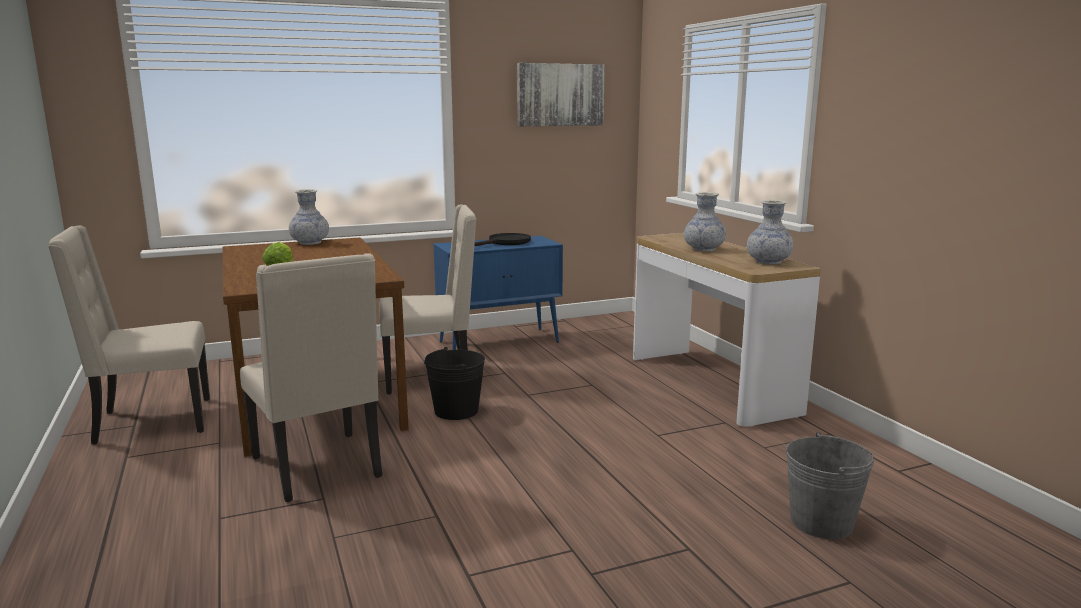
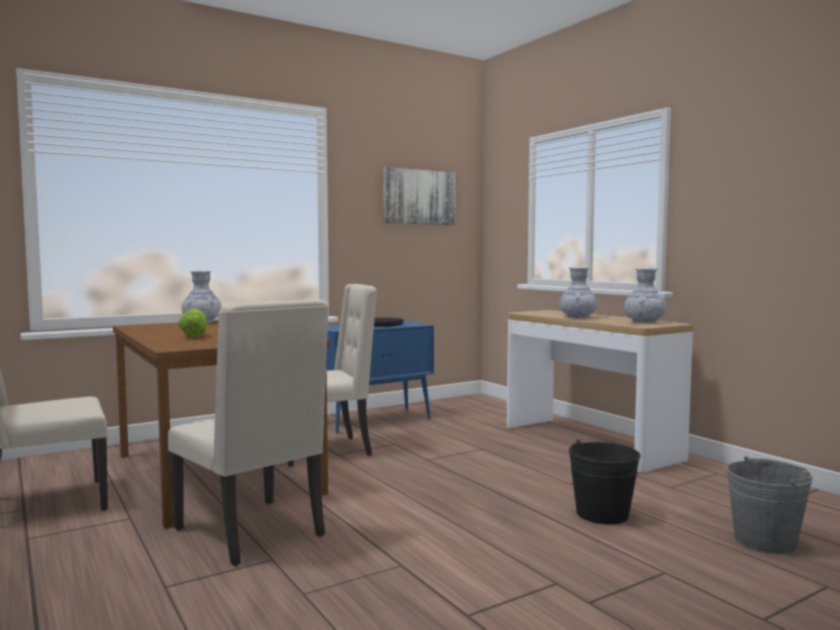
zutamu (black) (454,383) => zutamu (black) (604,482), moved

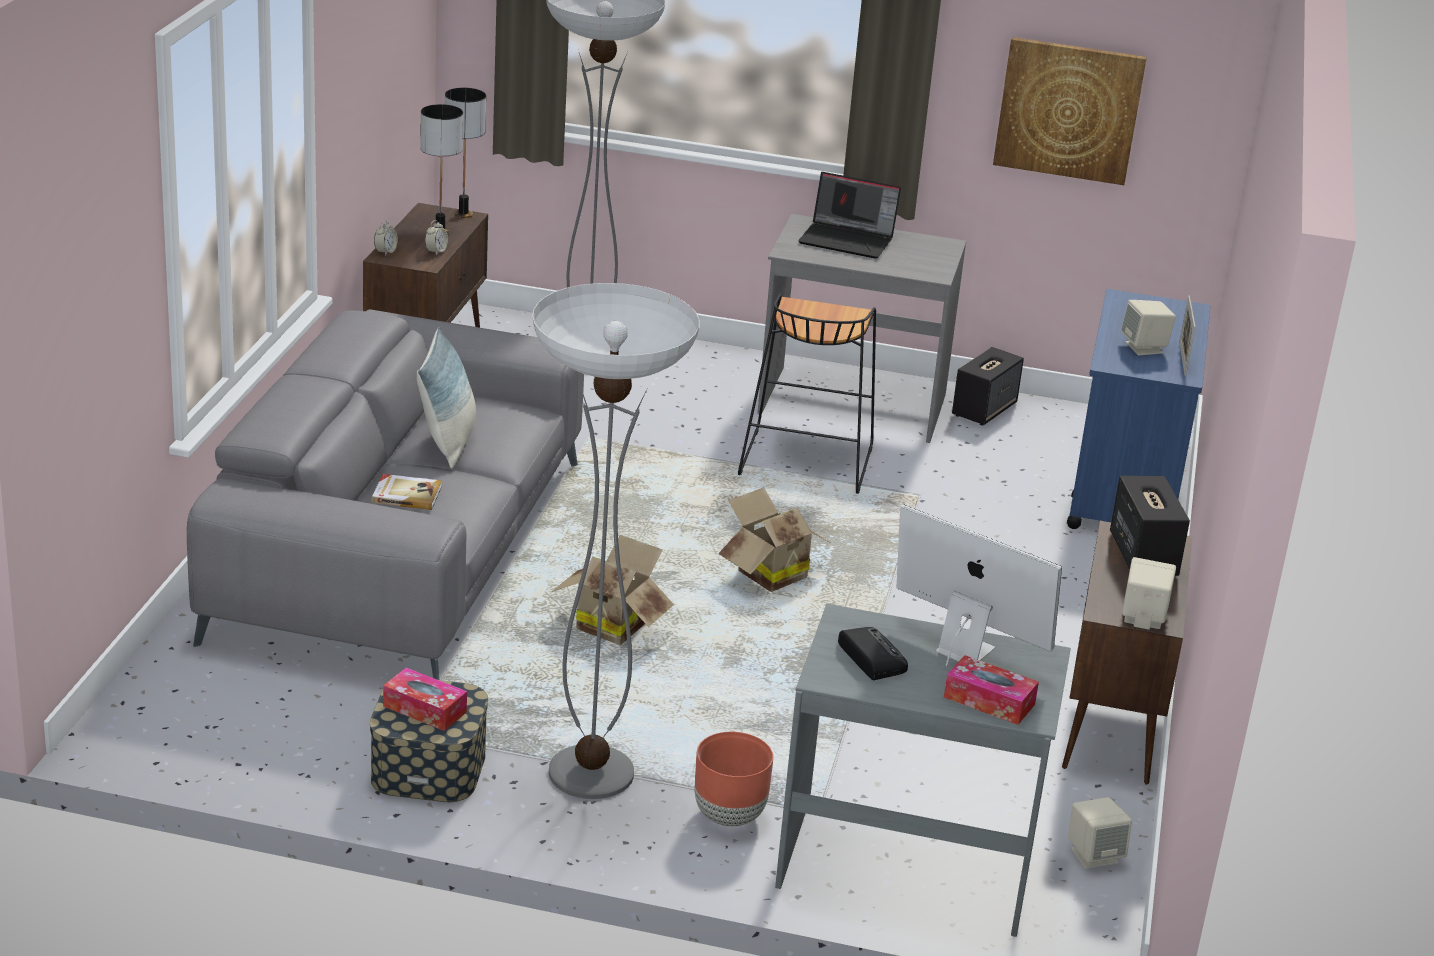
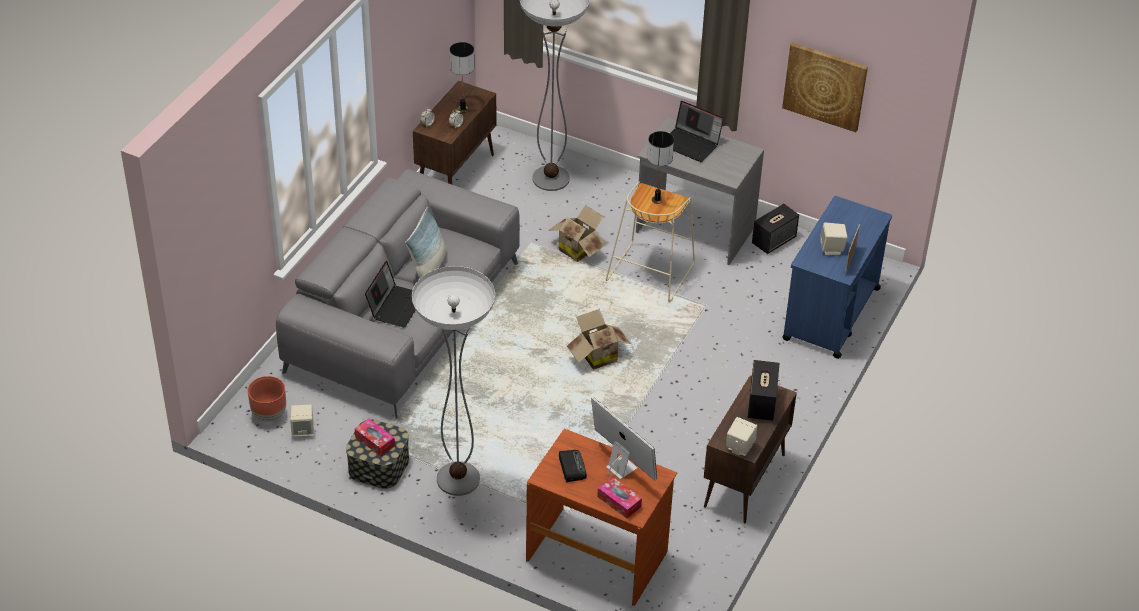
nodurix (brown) (734,779) => nodurix (brown) (267,399), moved
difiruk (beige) (1100,833) => difiruk (beige) (302,420), moved
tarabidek (407,492) => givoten (390,294)
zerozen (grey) (923,770) => zerozen (brown) (601,517)
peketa (613,590) => peketa (577,233), moved
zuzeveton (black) (807,394) => zuzeveton (beige) (650,242)
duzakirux (465,153) => duzakirux (660,167), moved

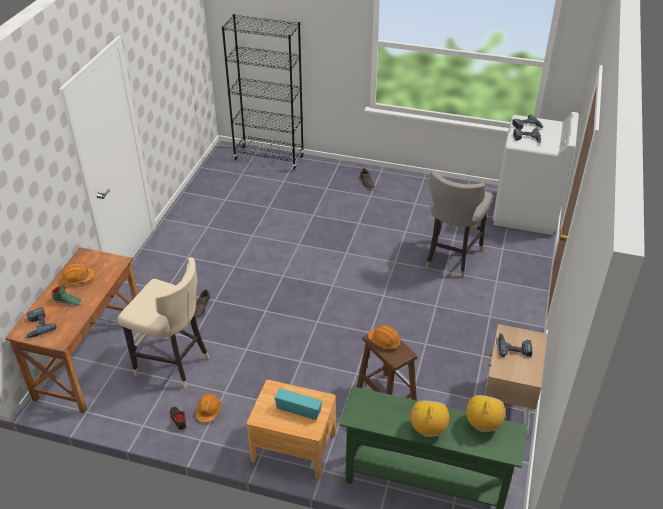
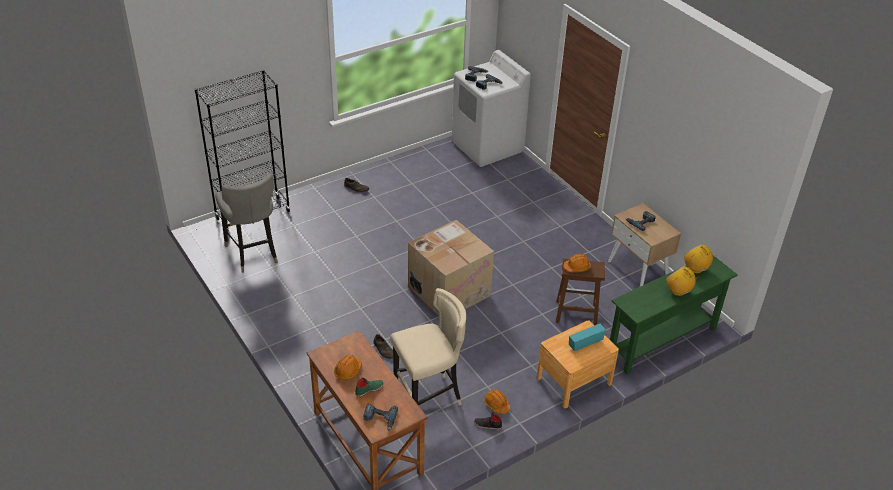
zuzeveton (grey) (459,225) => zuzeveton (grey) (246,223), moved
nothing => peketa (451,268)

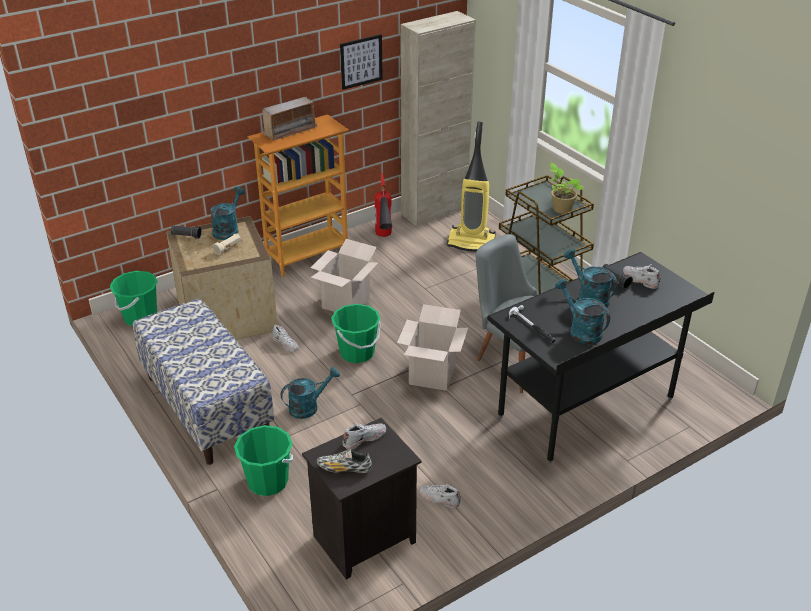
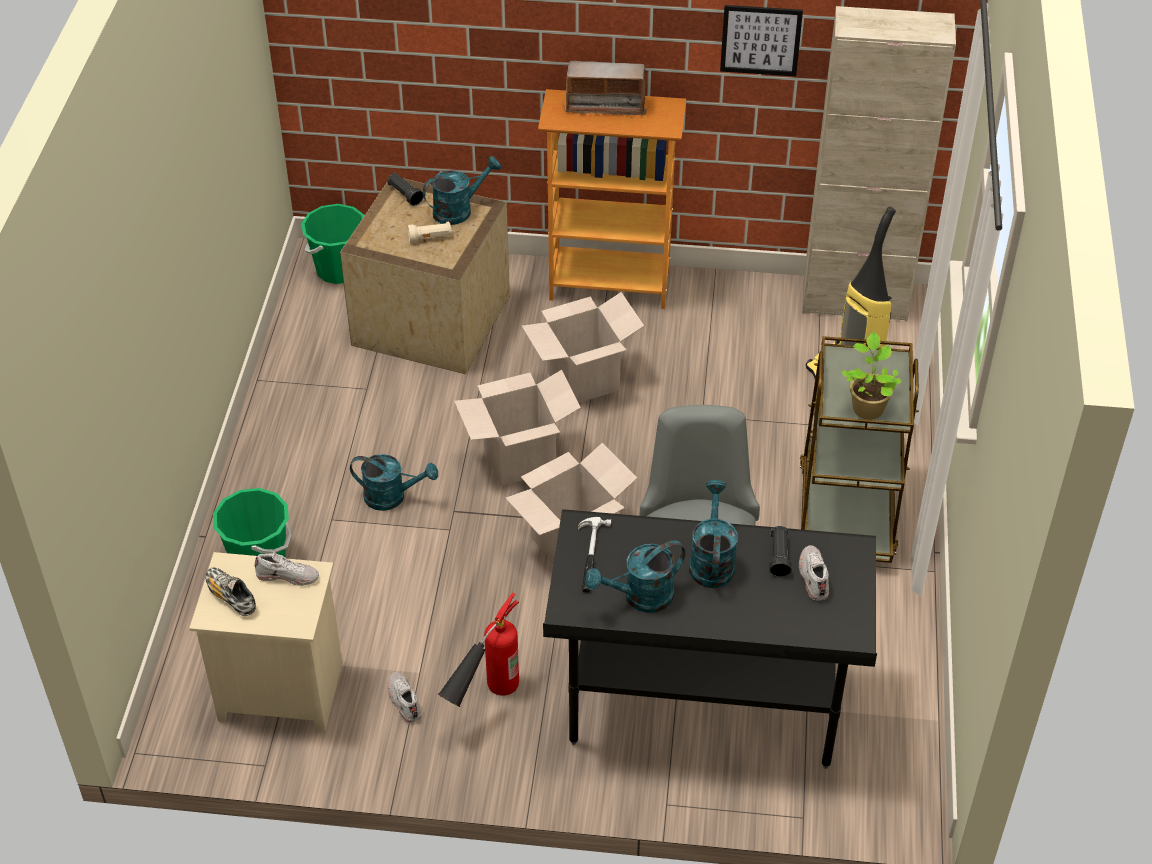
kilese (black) (362,498) => kilese (beige) (266,642)
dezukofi (383,205) => dezukofi (478,649), moved
zutamu (green) (356,333) => peketa (517,428)
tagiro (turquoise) (582,311) => tagiro (turquoise) (635,577), 120 degrees counterclockwise
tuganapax (203,381) => nothing
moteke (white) (285,338) => nothing

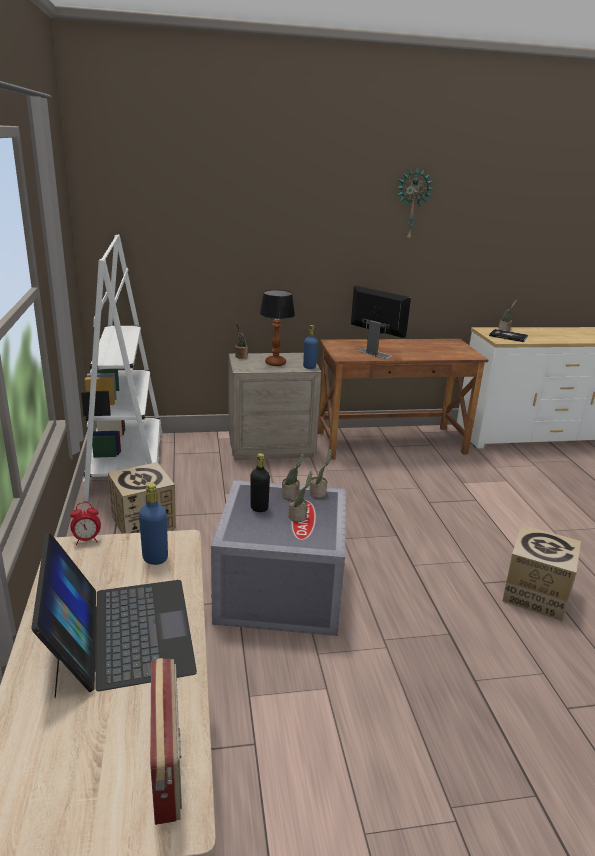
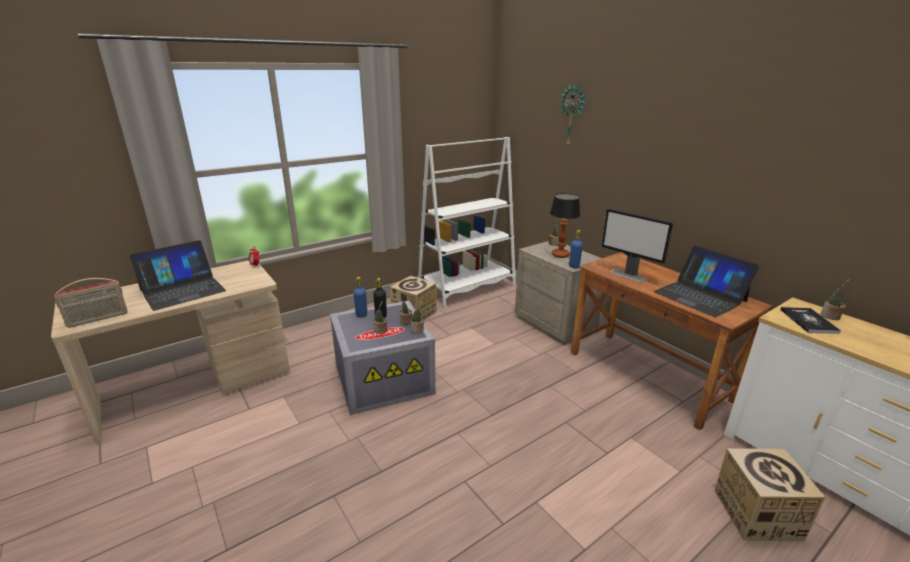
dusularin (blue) (153,524) => dusularin (blue) (360,297), moved
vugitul (414,204) => vugitul (573,114), moved
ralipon (381,322) => ralipon (637,245), 120 degrees clockwise
nothing => givoten (706,281)
peketa (542,573) => peketa (770,494), moved

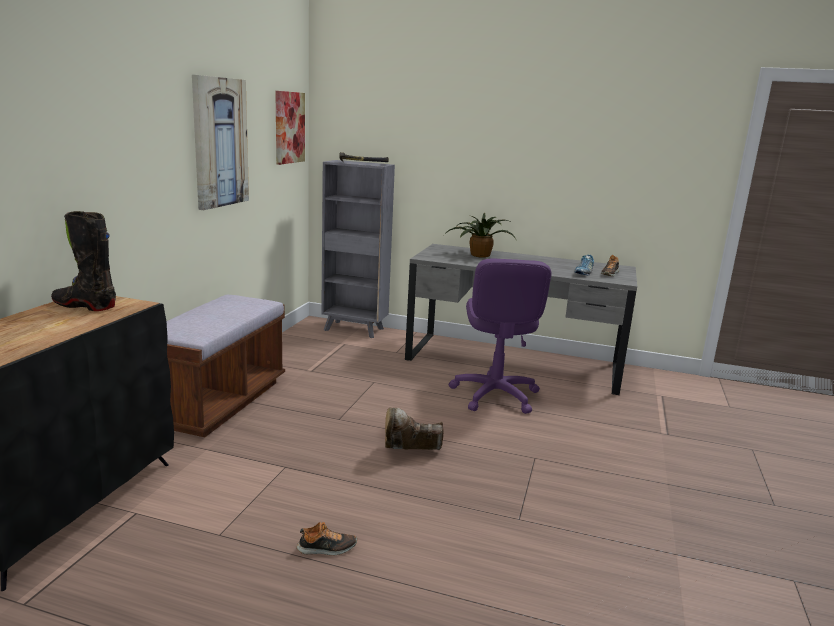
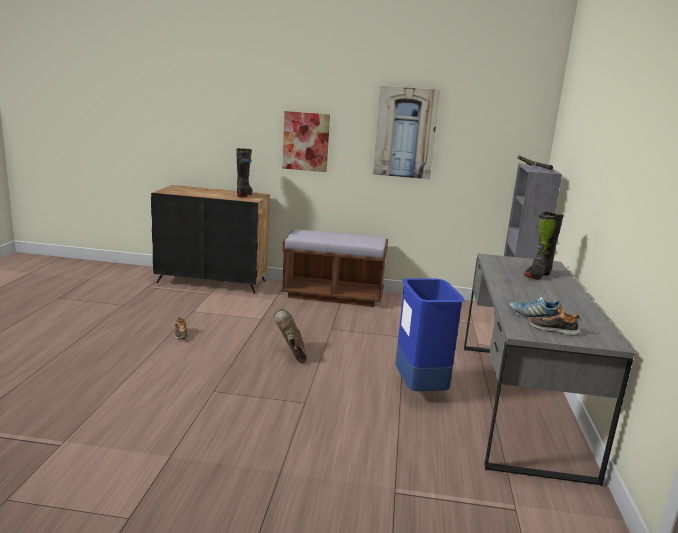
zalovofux (290,128) => zalovofux (306,141), moved
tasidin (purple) (500,336) => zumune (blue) (430,334)
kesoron (480,235) => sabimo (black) (544,245)

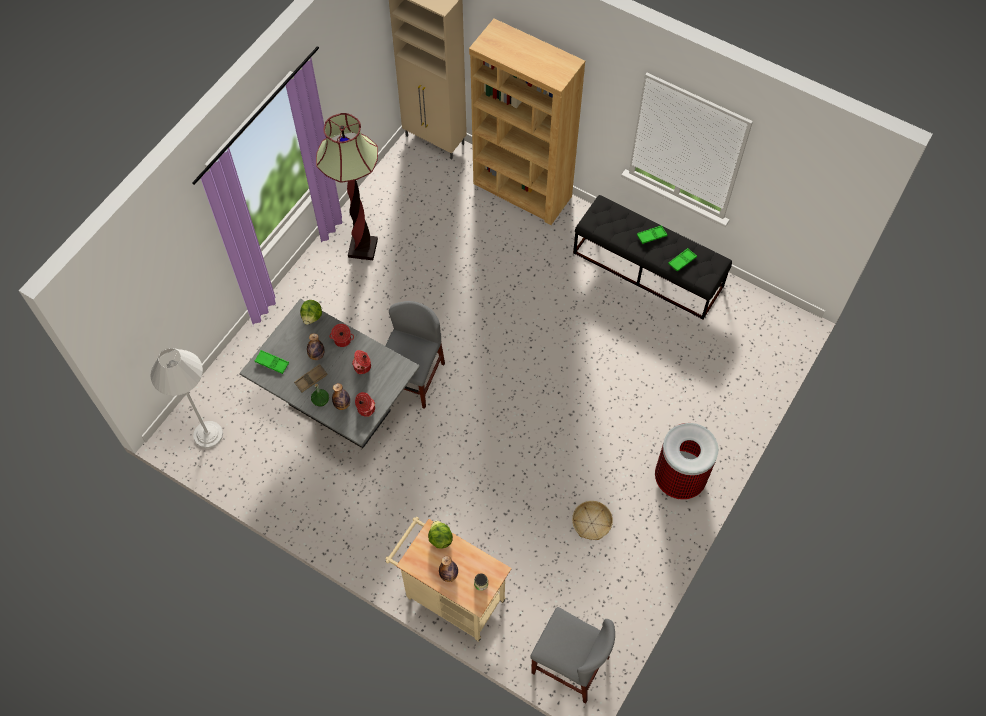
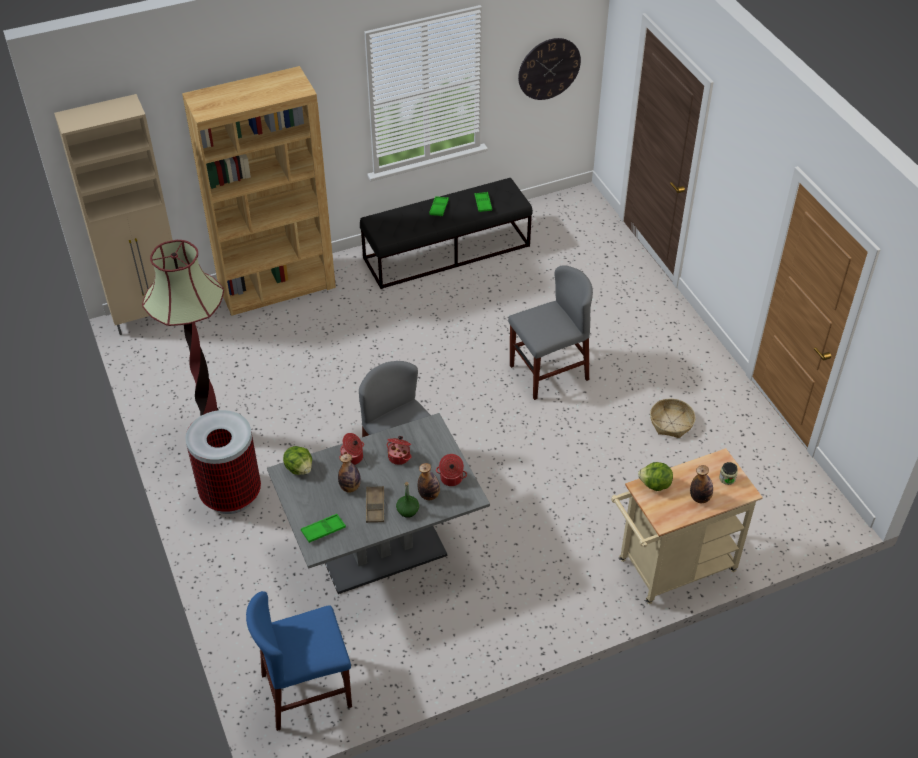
zumune (686,461) => zumune (223,462), moved
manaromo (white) (187,398) => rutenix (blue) (299,661)
rutenix (grey) (572,655) => rutenix (grey) (550,332), moved
nothing => vugitul (549,69)

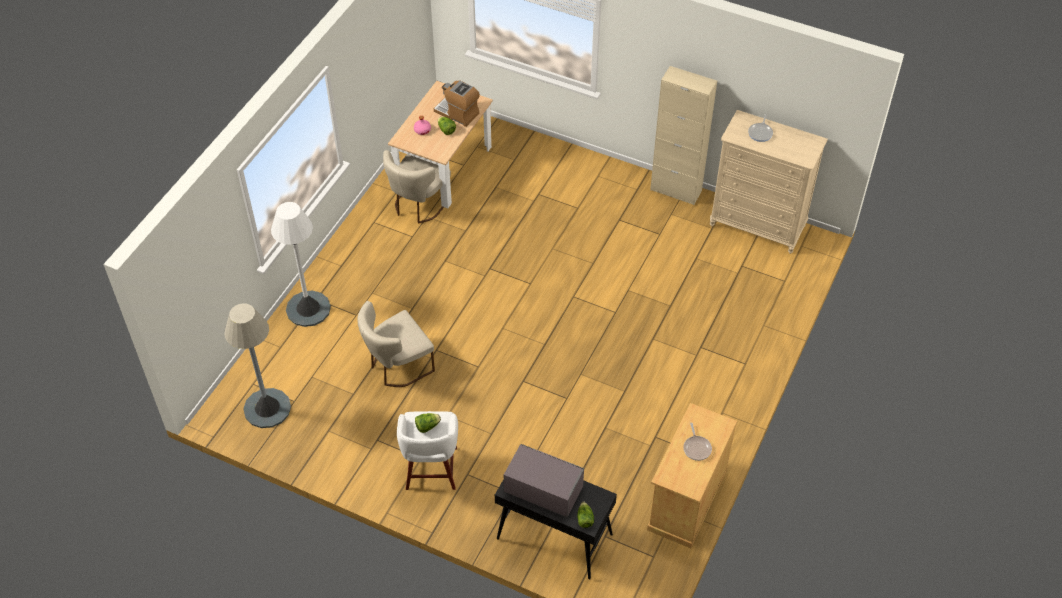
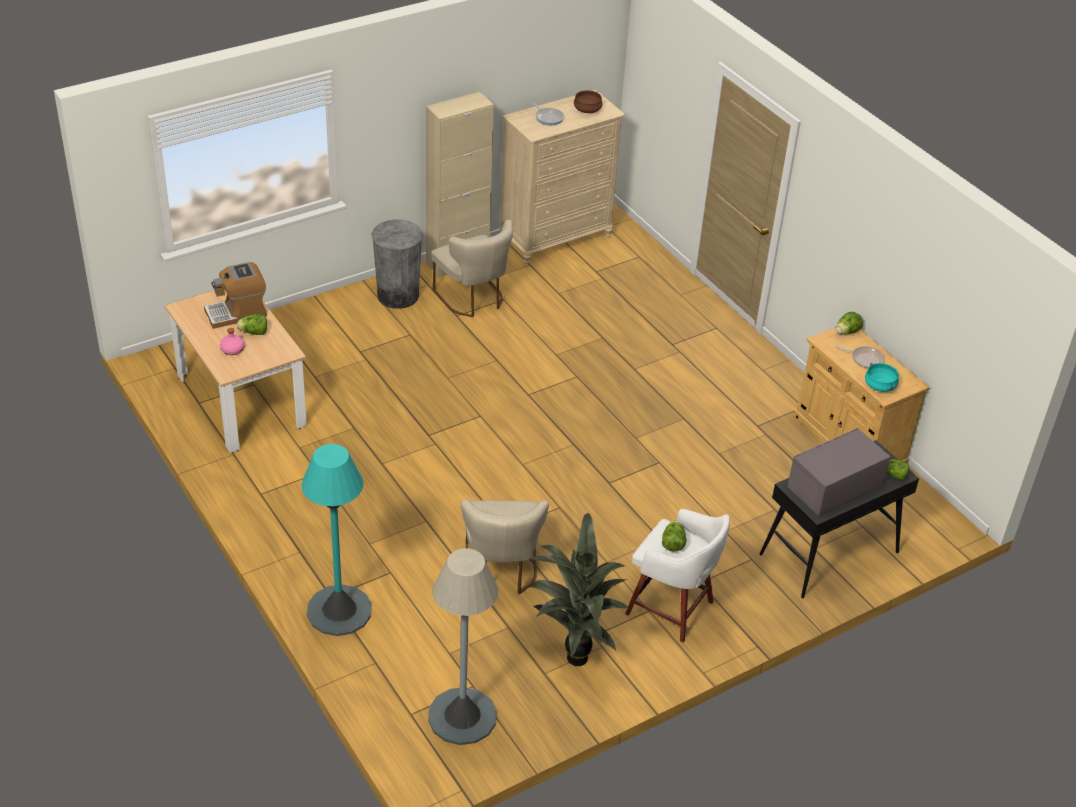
manaromo (white) (301,264) => manaromo (turquoise) (336,540)
nothing => zumune (grey) (397,264)
rutenix (beige) (417,187) => rutenix (beige) (472,268), moved
nothing => kesoron (580,589)
nothing => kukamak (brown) (588,101)
nothing => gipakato (849,323)
nothing => kukamak (turquoise) (882,377)

